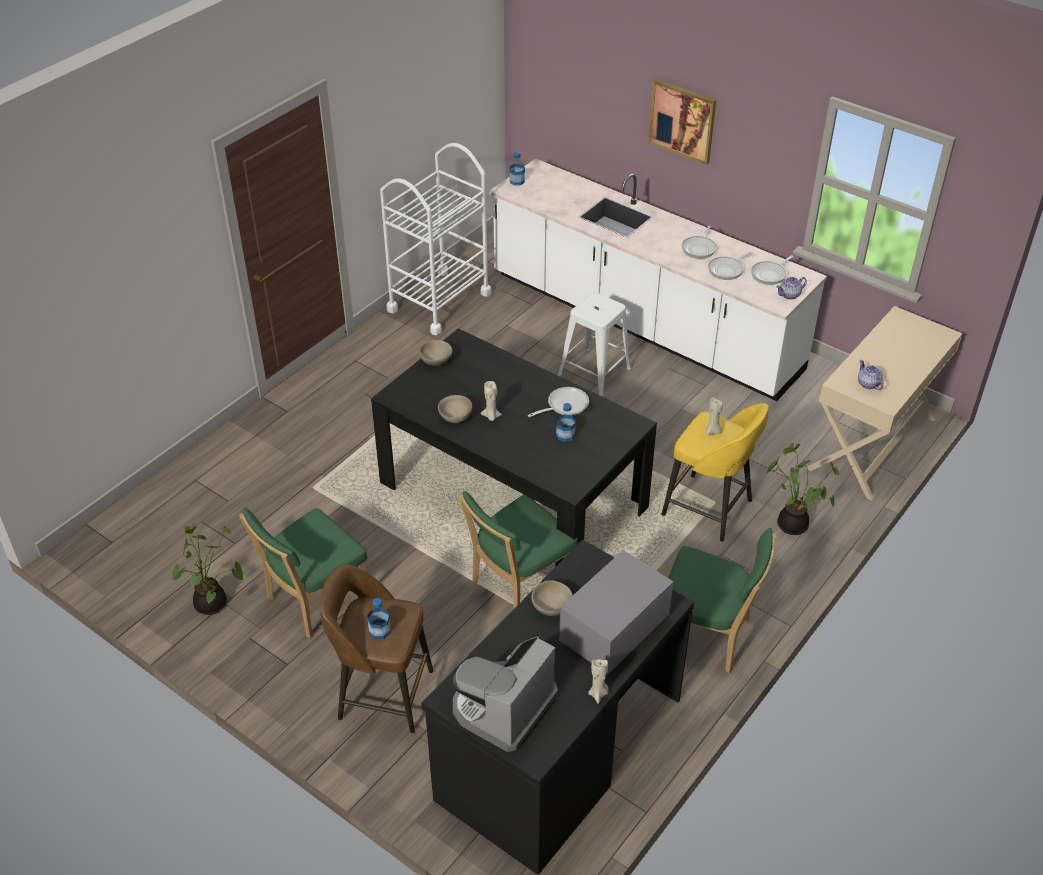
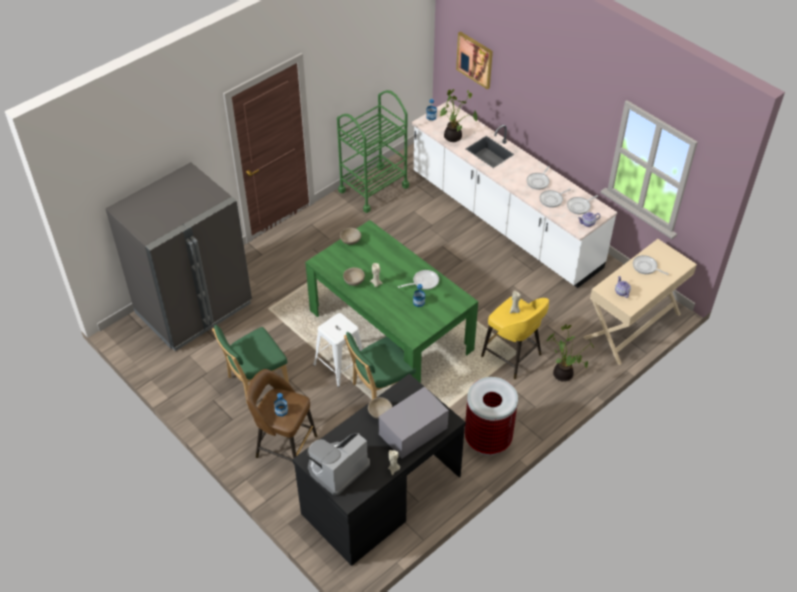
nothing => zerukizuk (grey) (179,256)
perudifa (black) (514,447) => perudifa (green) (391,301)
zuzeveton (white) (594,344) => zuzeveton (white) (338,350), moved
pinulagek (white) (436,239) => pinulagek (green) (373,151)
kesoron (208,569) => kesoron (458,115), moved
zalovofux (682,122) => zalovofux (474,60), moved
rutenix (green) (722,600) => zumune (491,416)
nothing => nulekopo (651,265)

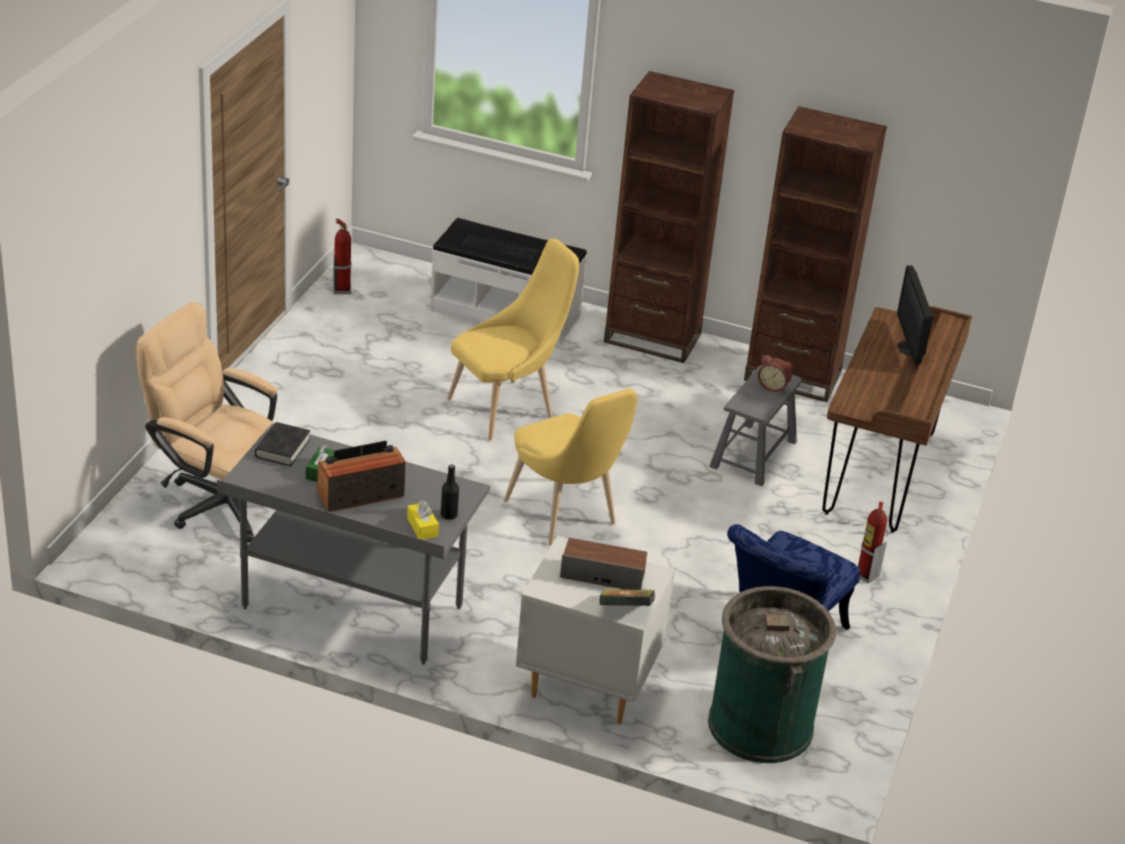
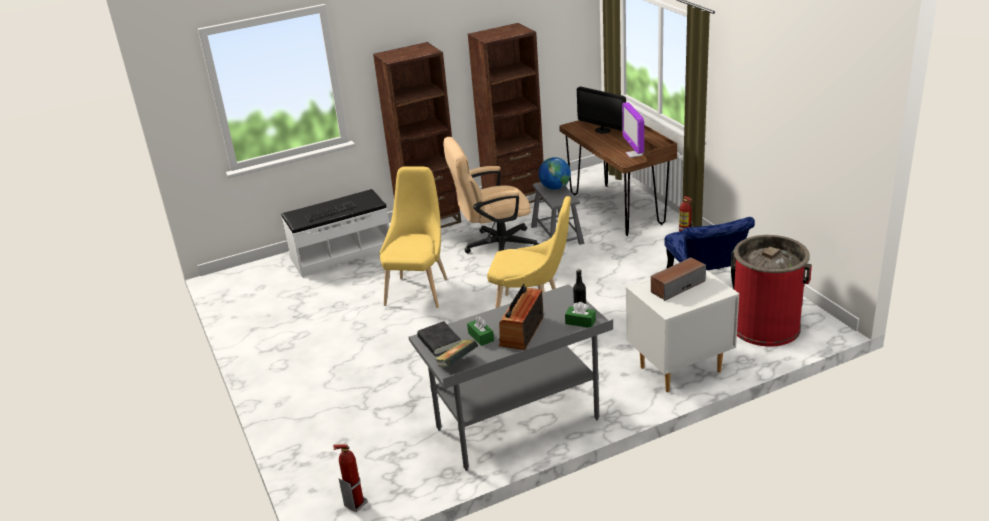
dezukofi (342,256) => dezukofi (350,478), moved
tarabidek (627,597) => tarabidek (456,353), moved
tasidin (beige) (206,422) => tasidin (beige) (491,195), moved
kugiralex (775,374) => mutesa (555,173)
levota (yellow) (423,520) => levota (green) (580,315)
nothing => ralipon (633,130)
zumune (green) (772,674) => zumune (red) (771,291)

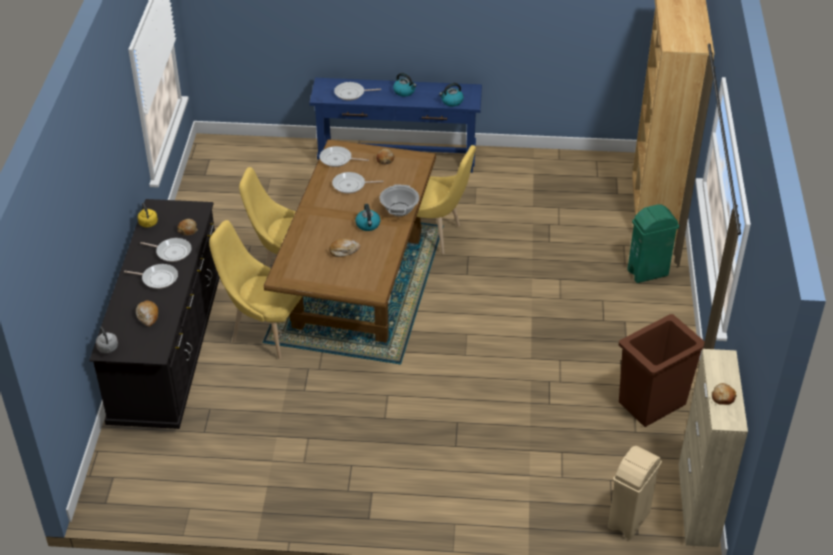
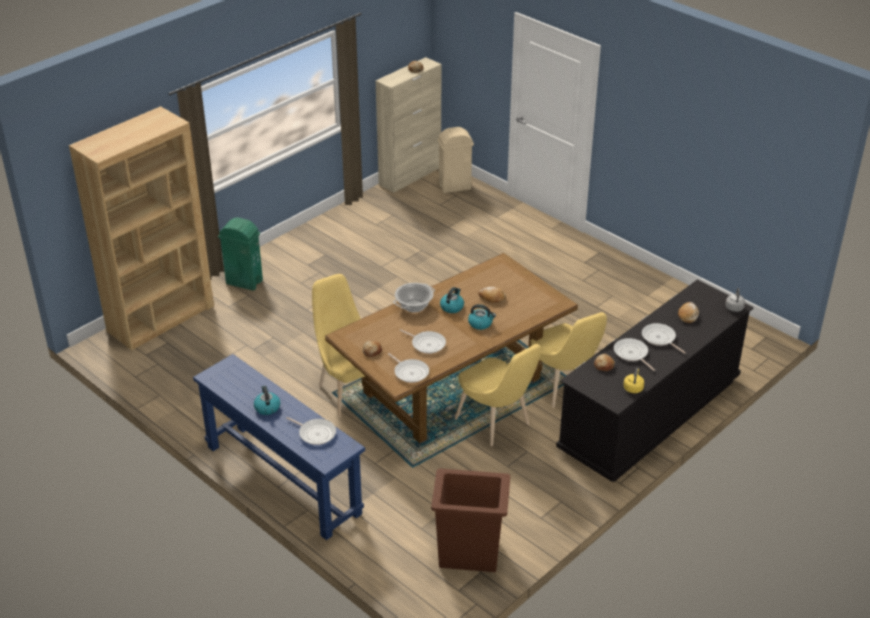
zumune (brown) (662,370) => zumune (brown) (470,520), moved
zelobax (451,95) => zelobax (482,317), moved

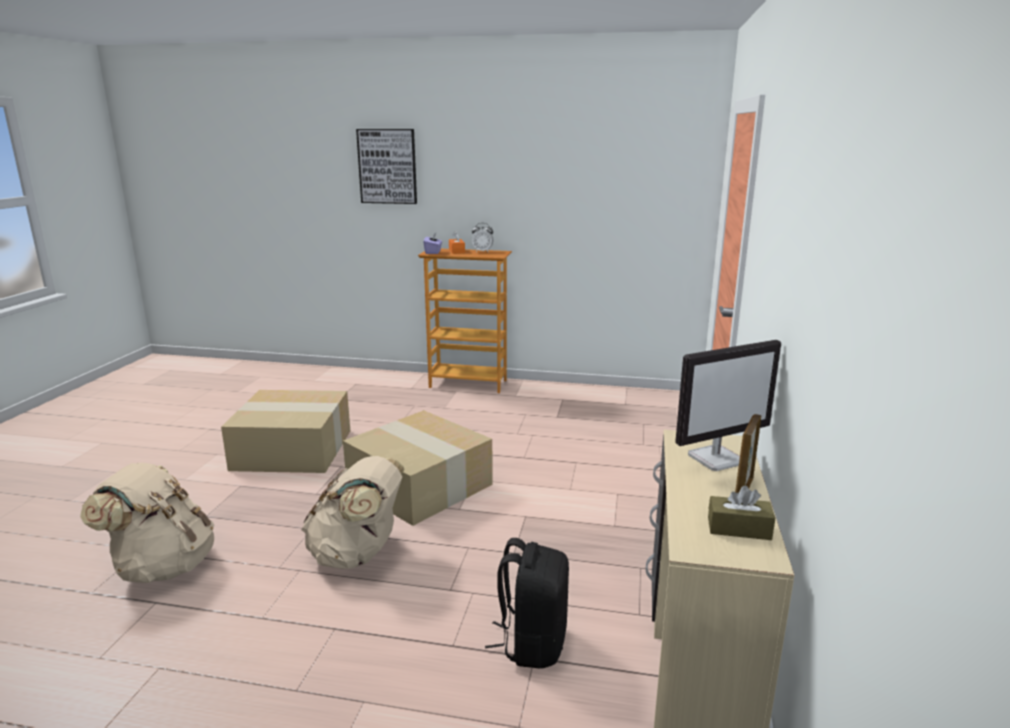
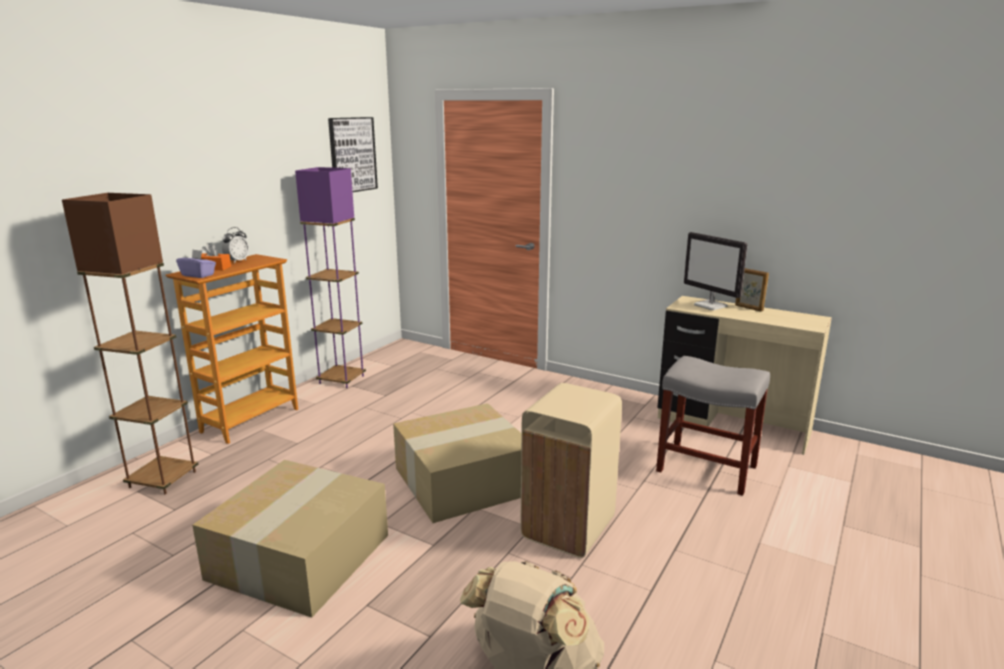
nothing => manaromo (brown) (130,343)
nothing => manaromo (purple) (330,277)
zalovofux (386,166) => zalovofux (353,154), moved
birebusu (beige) (353,512) => zumune (beige) (571,470)
birebusu (black) (527,603) => zuzeveton (grey) (713,426)
ralipon (728,405) => ralipon (716,271), 150 degrees clockwise
levota (brown) (741,512) => nothing

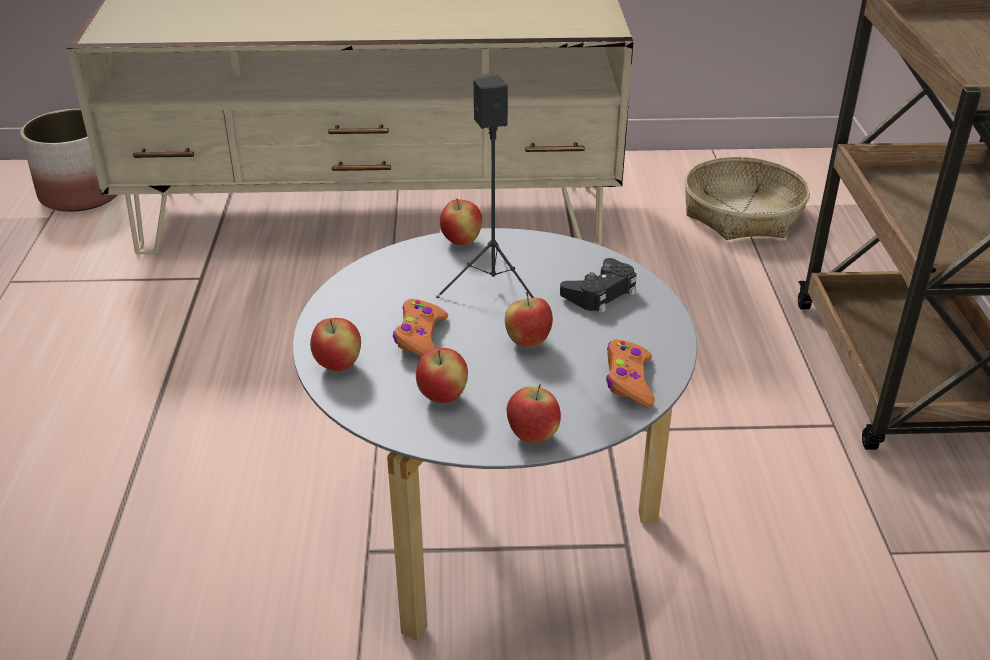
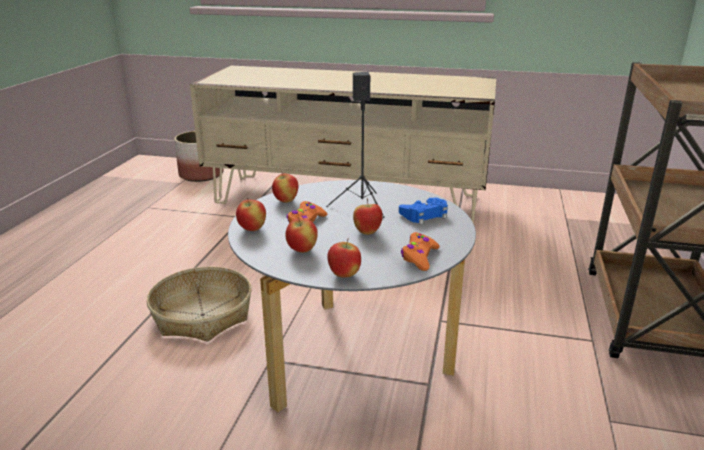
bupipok (747,198) => bupipok (199,303), moved
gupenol (461,222) => gupenol (285,187), moved
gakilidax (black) (598,285) => gakilidax (blue) (423,210)

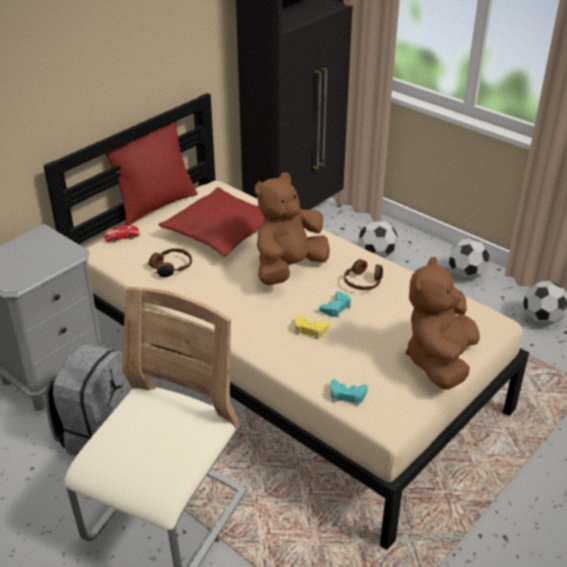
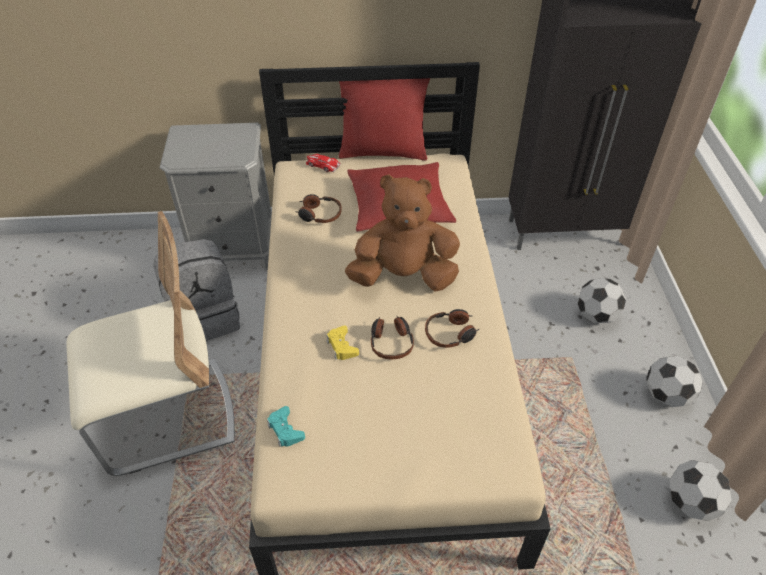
gakilidax (turquoise) (335,304) => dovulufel (392,338)
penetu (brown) (443,323) => nothing

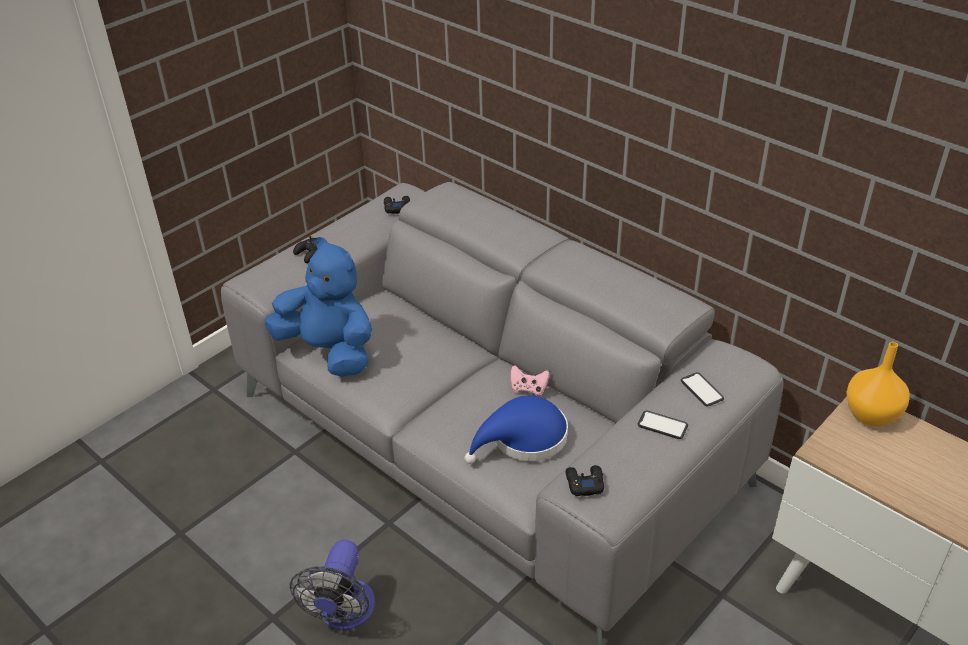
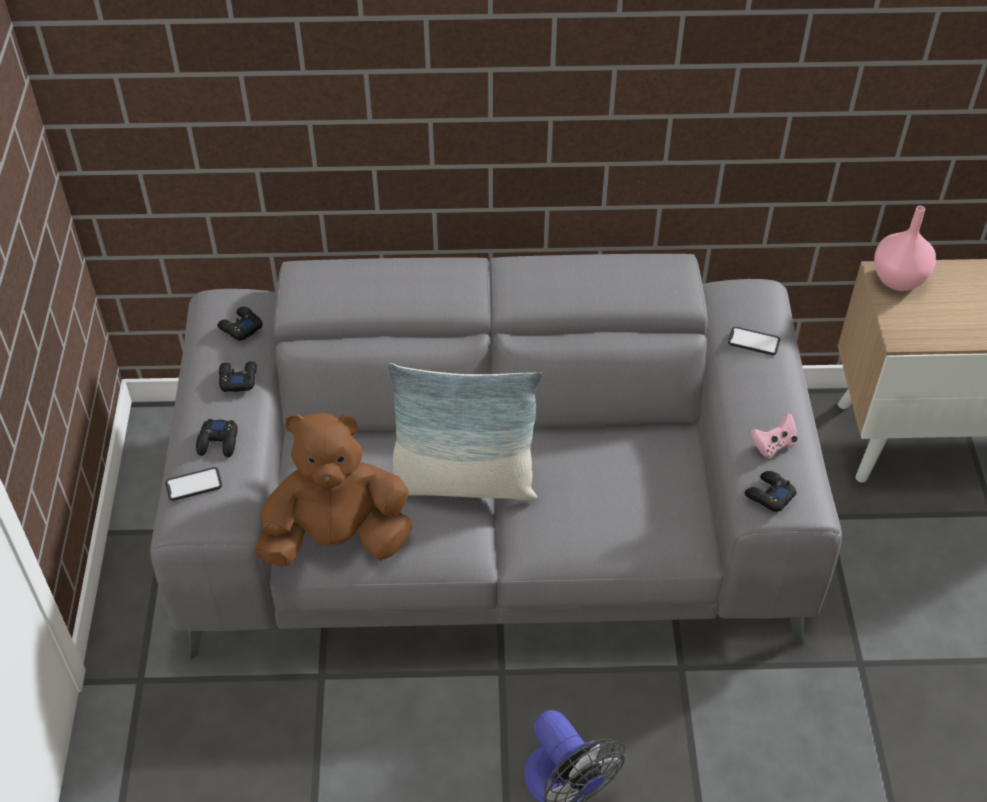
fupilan (663,425) => fupilan (193,484), moved
nothing => gakilidax (black) (238,376)
penetu (blue) (318,307) => penetu (brown) (334,490)
nothing => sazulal (465,431)
gakilidax (pink) (530,380) => gakilidax (pink) (774,435), moved
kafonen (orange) (878,384) => kafonen (pink) (905,248)
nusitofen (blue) (516,430) => nothing

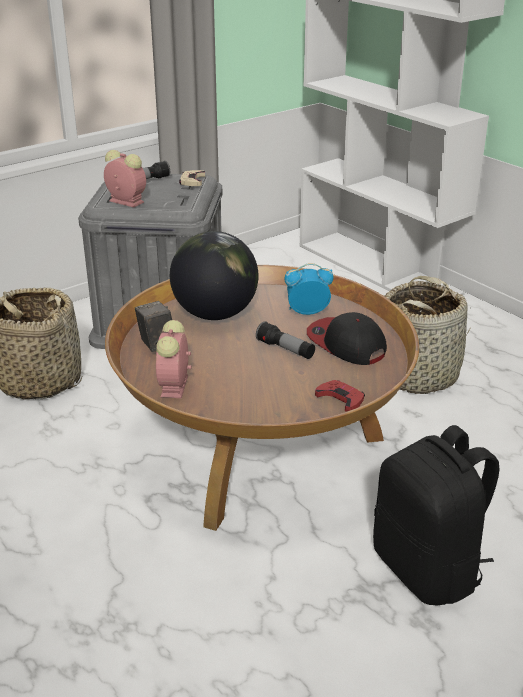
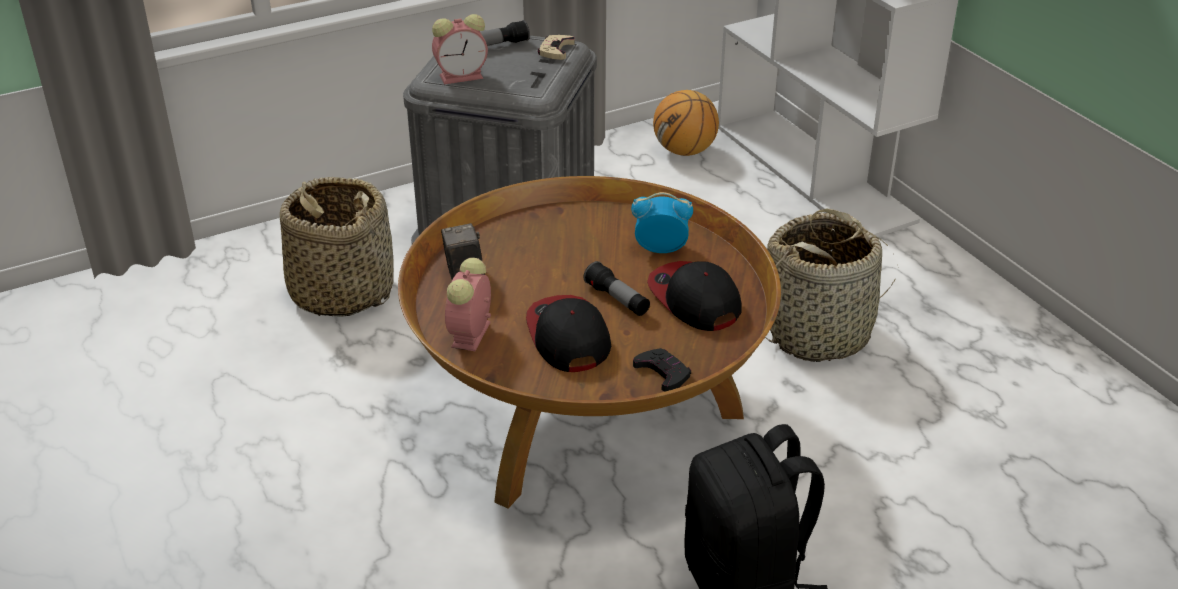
kugiralex (125,178) => kugiralex (460,49), 120 degrees clockwise
nothing => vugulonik (568,333)
gakilidax (red) (340,396) => gakilidax (black) (662,369)
nothing => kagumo (686,123)
mutesa (214,275) => nothing

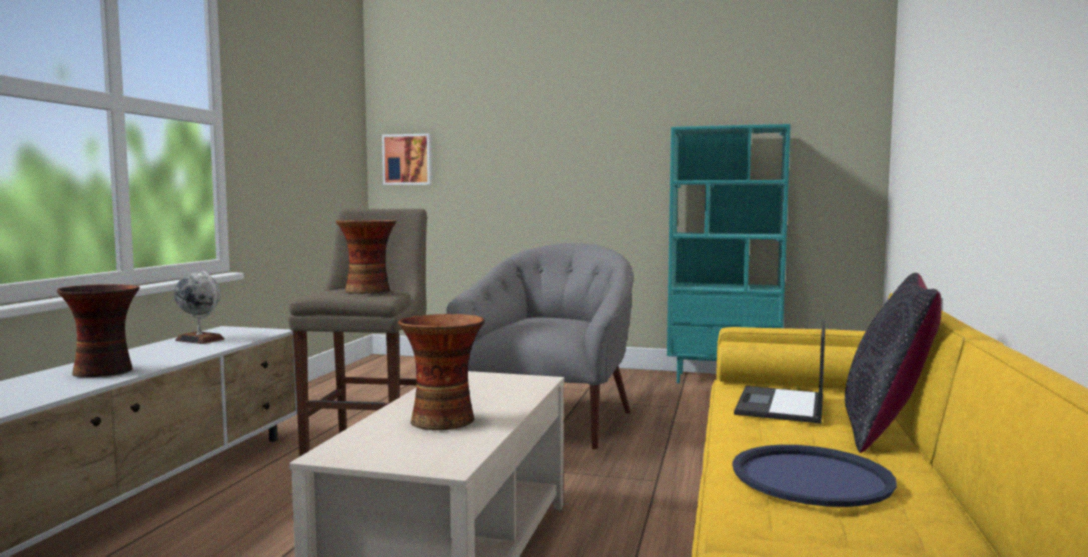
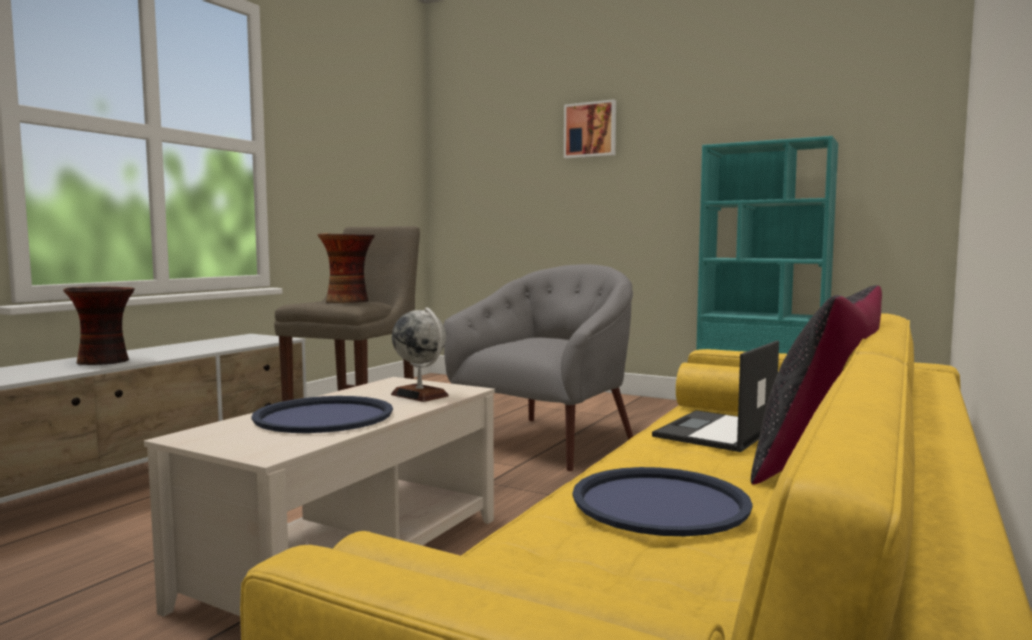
kafonen (441,372) => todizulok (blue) (322,414)
mutesa (199,307) => mutesa (420,354), moved
zalovofux (407,159) => zalovofux (590,129), moved

